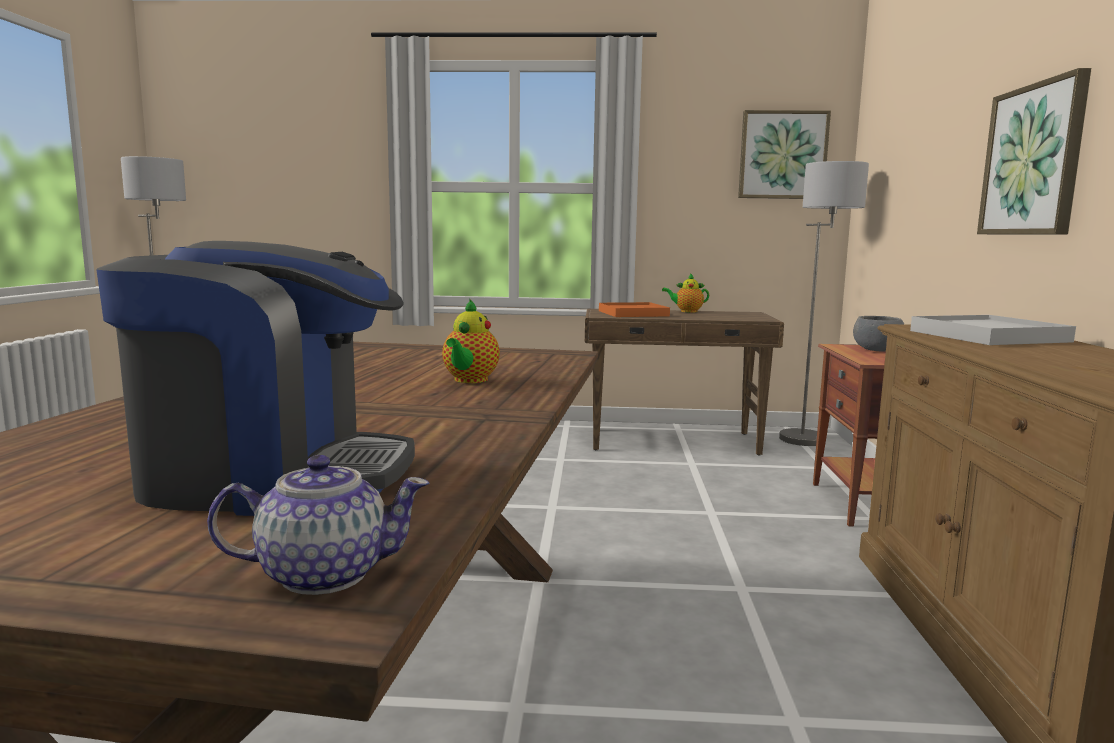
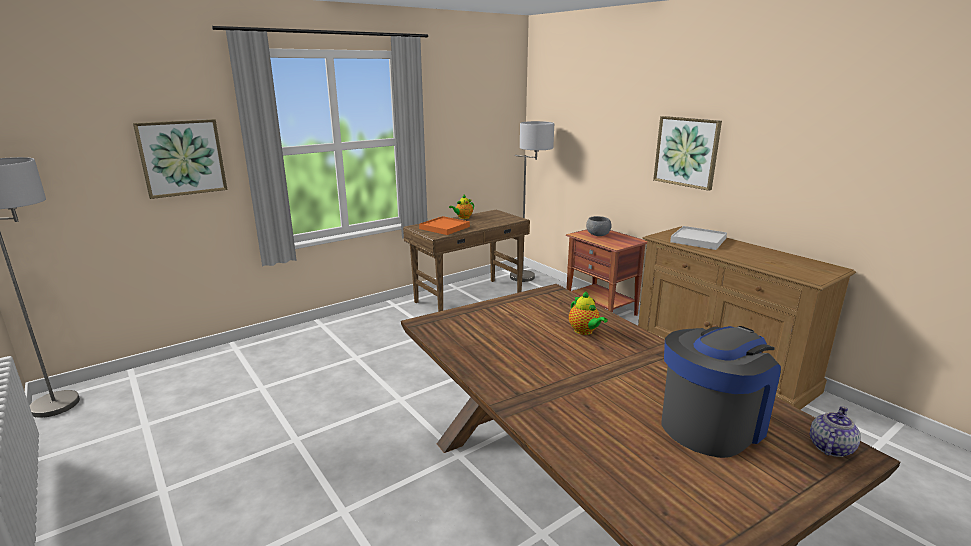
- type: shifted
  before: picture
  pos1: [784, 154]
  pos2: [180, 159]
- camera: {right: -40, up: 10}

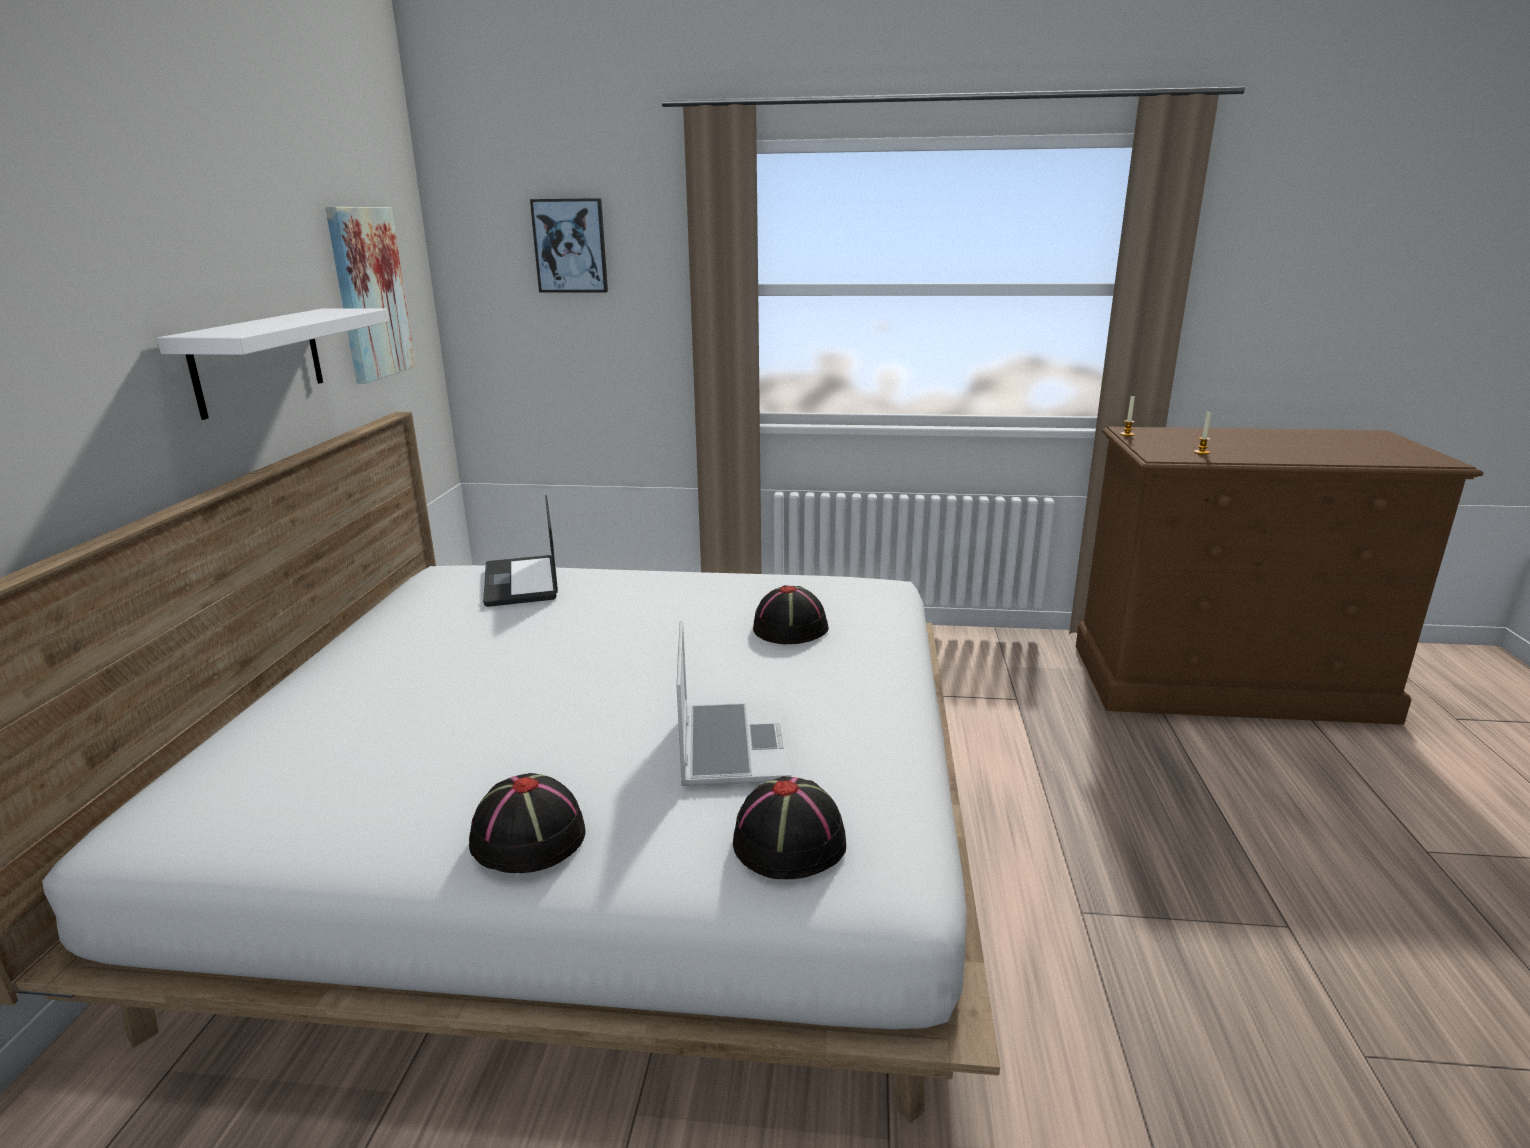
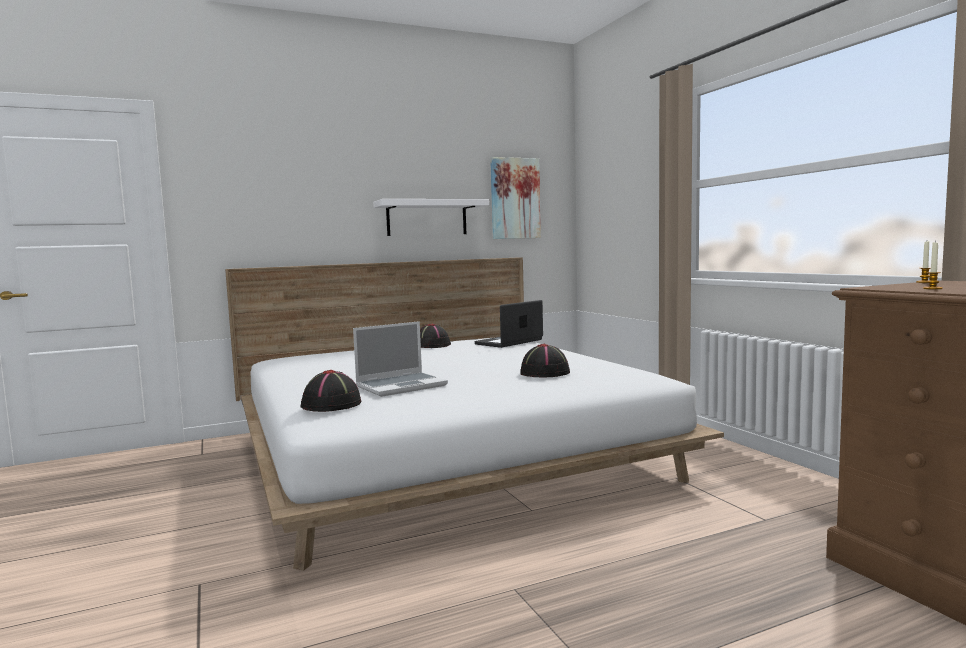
- type: gone
  before: picture
  pos1: [569, 245]
- type: shifted
  before: black hat
  pos1: [527, 823]
  pos2: [435, 336]
- camera: {right: 60, up: -15}

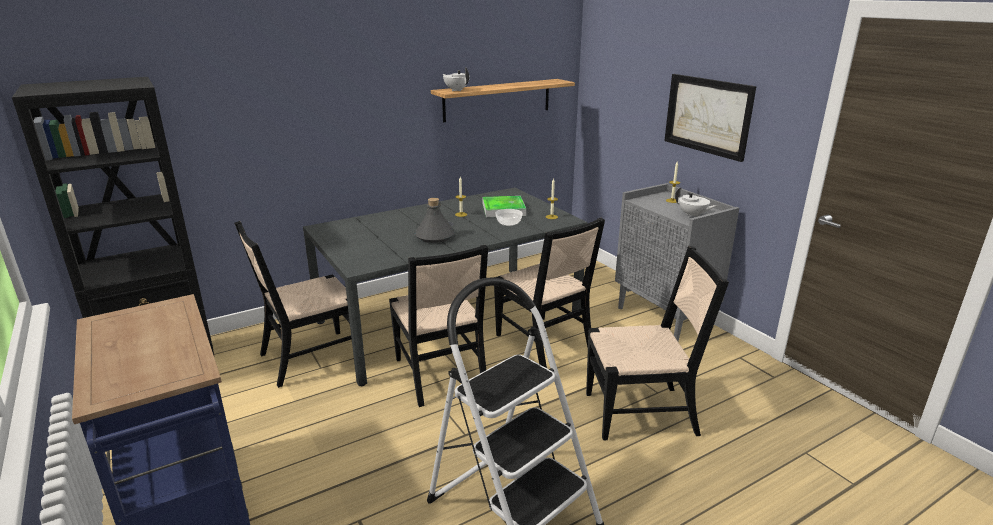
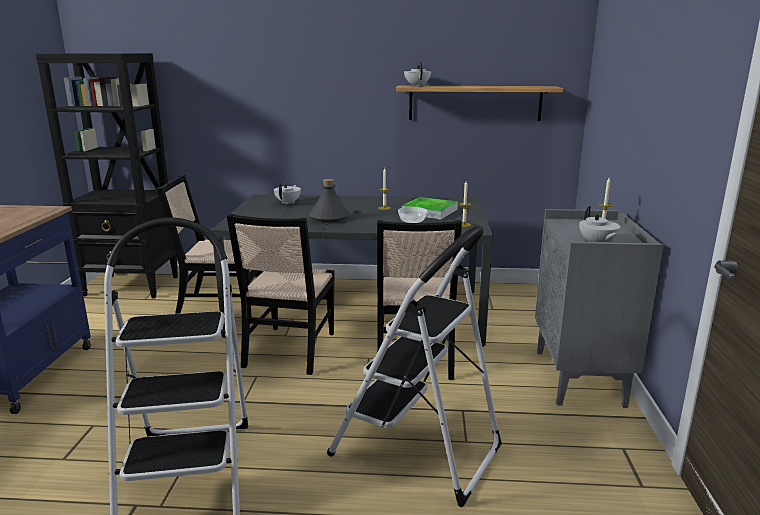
- type: gone
  before: picture
  pos1: [710, 118]
- type: new
  after: white teapot
  pos2: [287, 194]
- type: swapped
  before: chair
  after: step ladder
  pos1: [657, 343]
  pos2: [414, 366]
- camera: {right: 35, up: -5}

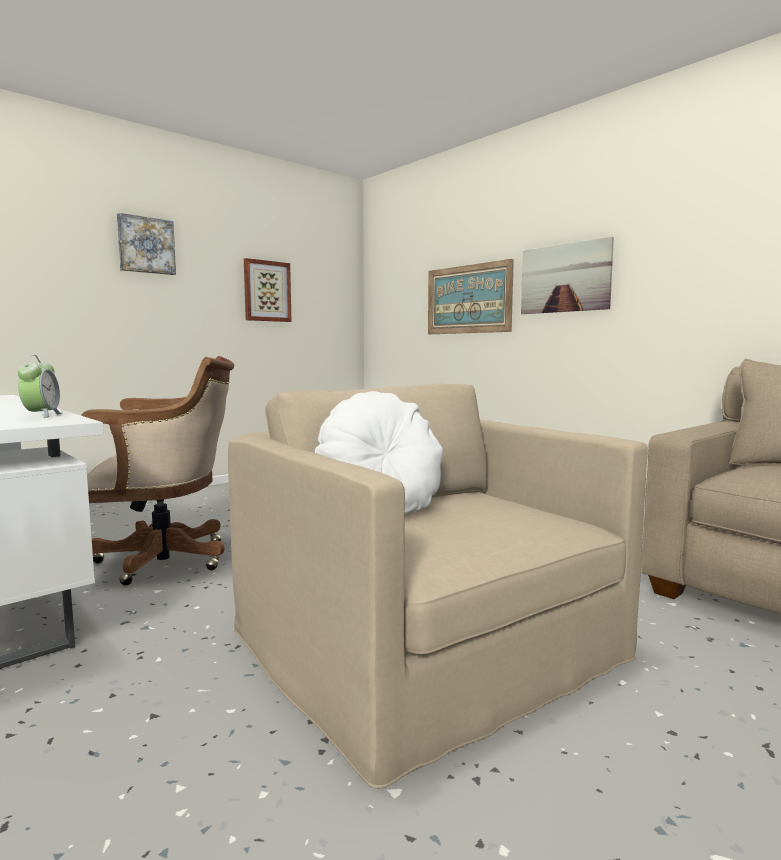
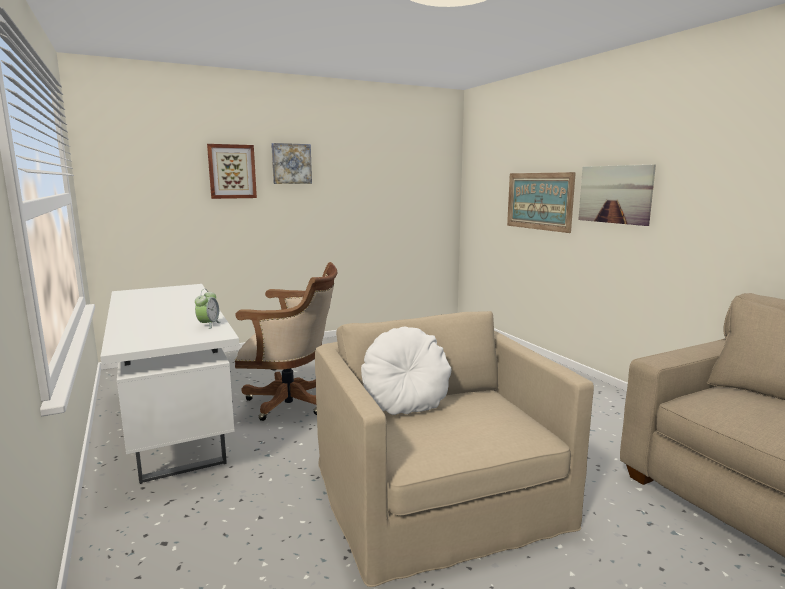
- type: shifted
  before: picture
  pos1: [268, 290]
  pos2: [232, 171]
- camera: {right: 15, up: 5}

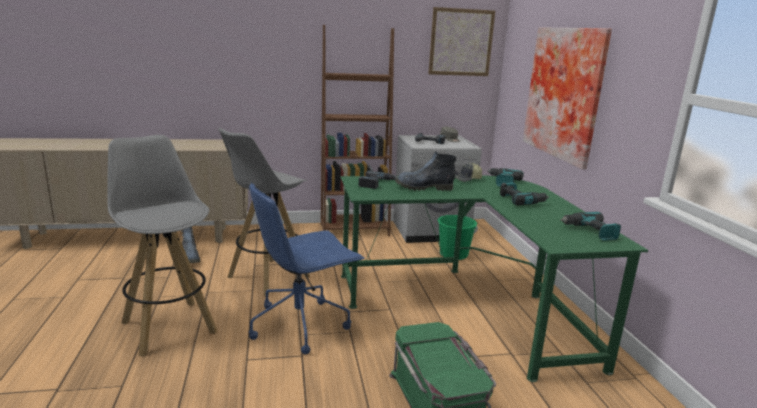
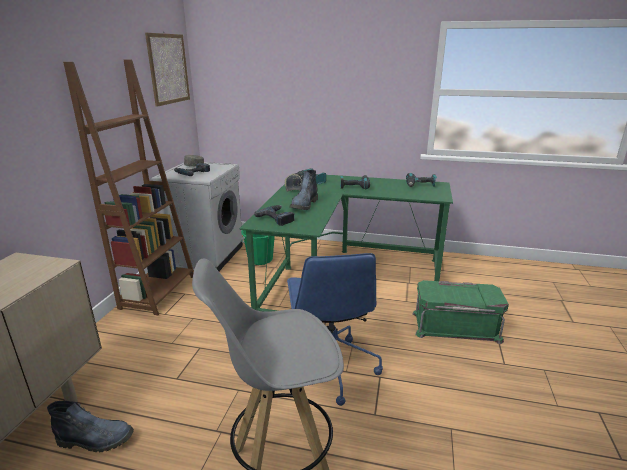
- type: gone
  before: grey stool
  pos1: [264, 212]
- type: gone
  before: picture
  pos1: [567, 98]
- camera: {right: -65, up: 5}

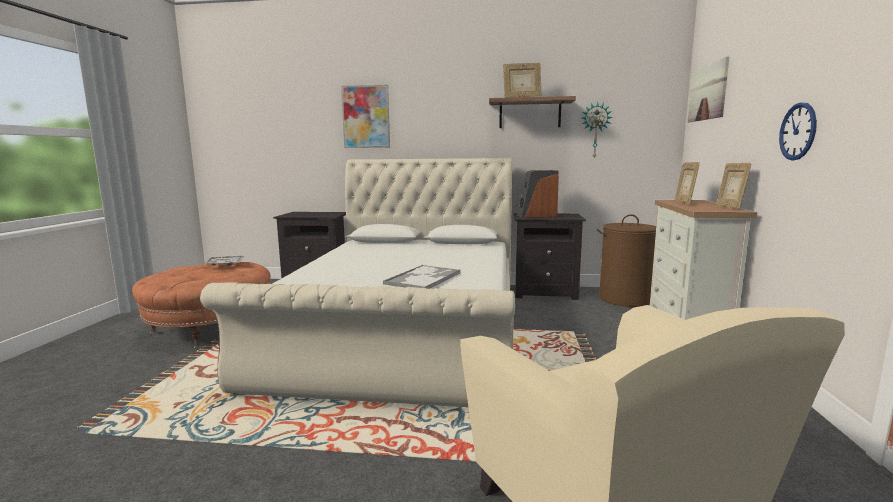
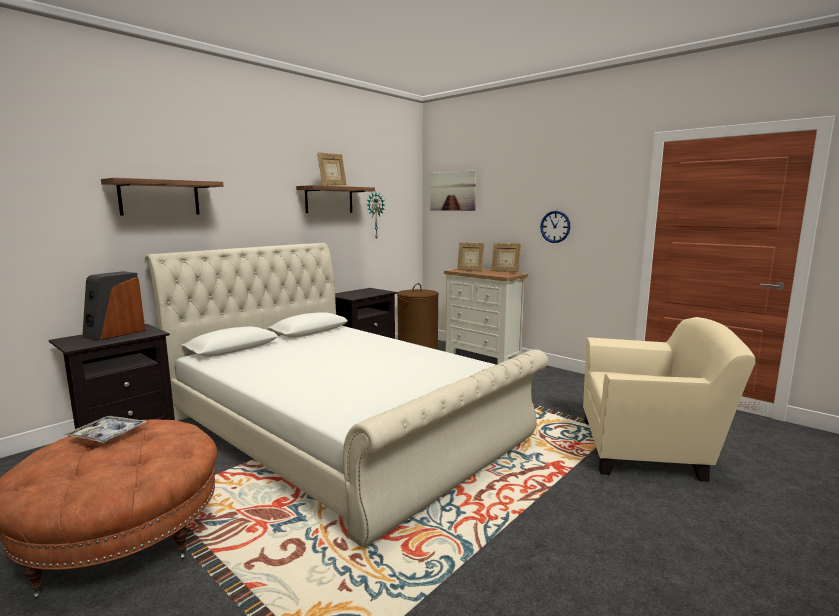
- type: gone
  before: tray
  pos1: [422, 277]
- type: shifted
  before: speaker
  pos1: [538, 194]
  pos2: [113, 306]
- type: swapped
  before: picture
  after: shelf
  pos1: [365, 116]
  pos2: [162, 196]
- camera: {right: -55, up: 0}

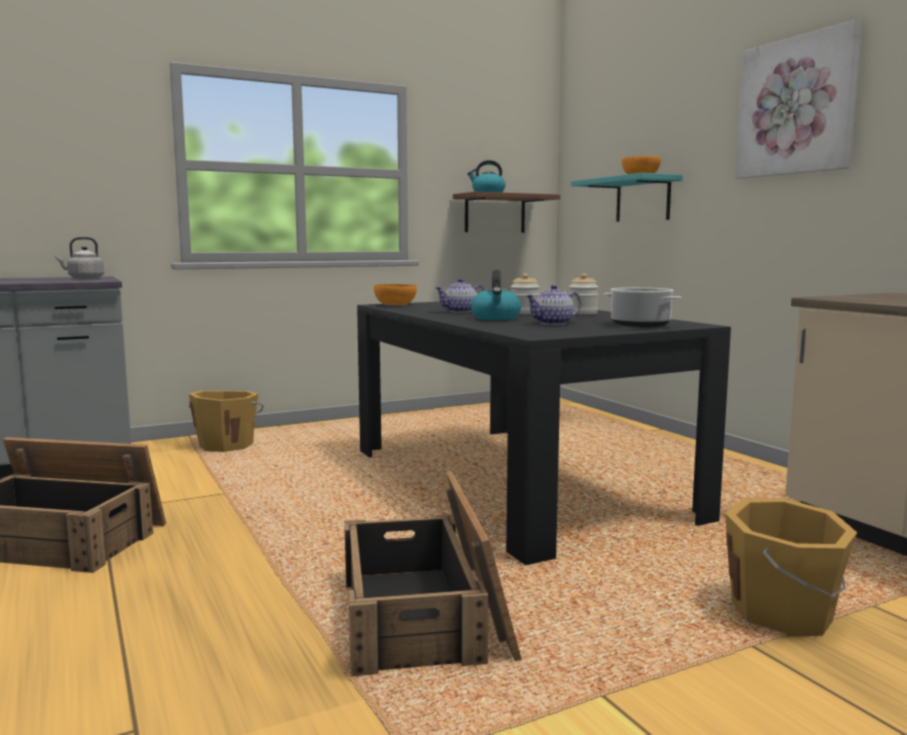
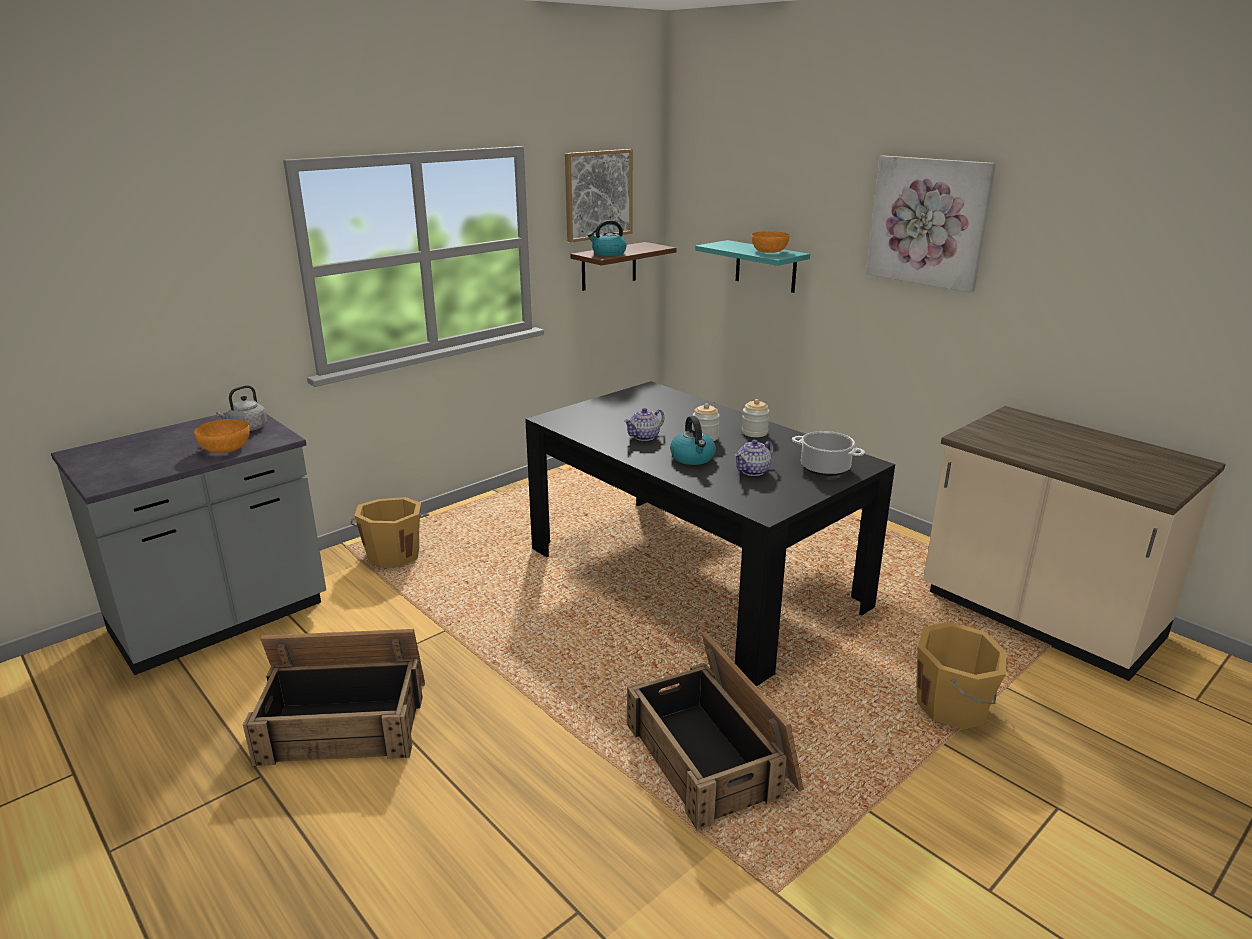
- type: new
  after: picture
  pos2: [599, 196]
- type: shifted
  before: orange bowl
  pos1: [395, 294]
  pos2: [222, 436]
- camera: {right: -15, up: 15}

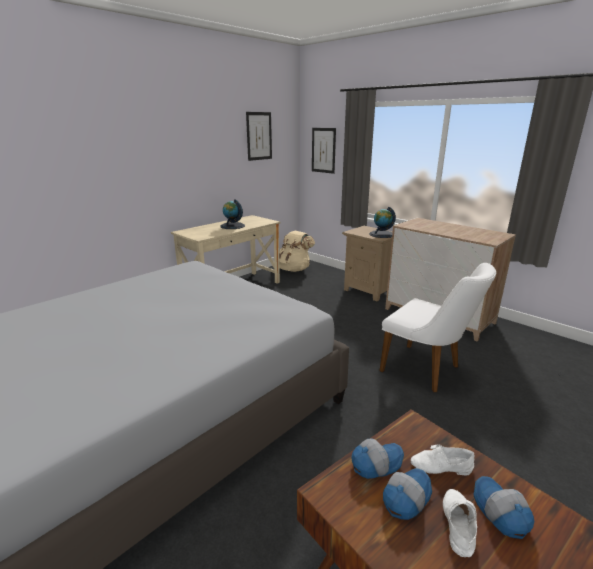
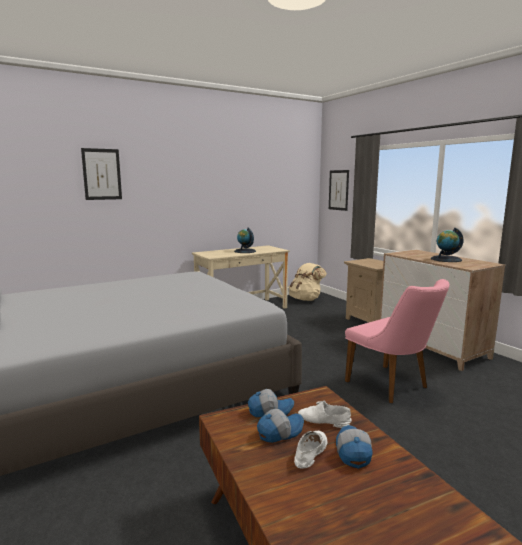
- type: shifted
  before: picture
  pos1: [259, 136]
  pos2: [101, 174]
- type: shifted
  before: globe
  pos1: [382, 222]
  pos2: [447, 245]
- type: repainted
  before: white chair
  after: pink chair
  pos1: [437, 327]
  pos2: [397, 341]
- camera: {right: 15, up: -10}

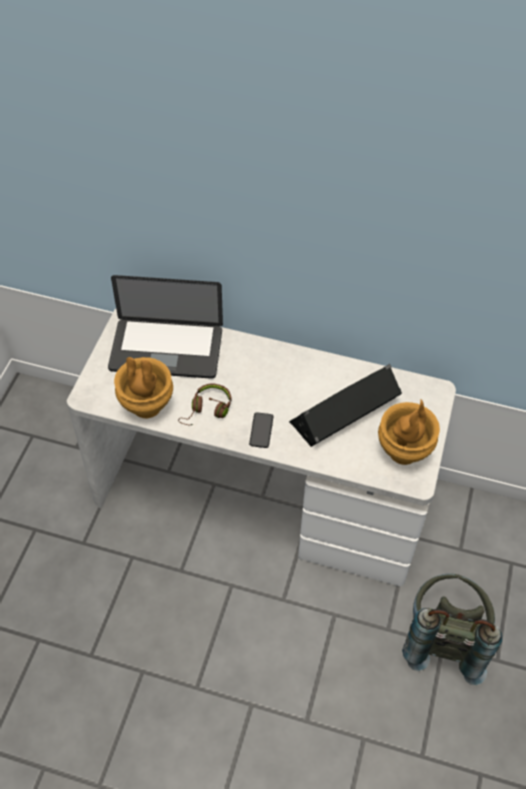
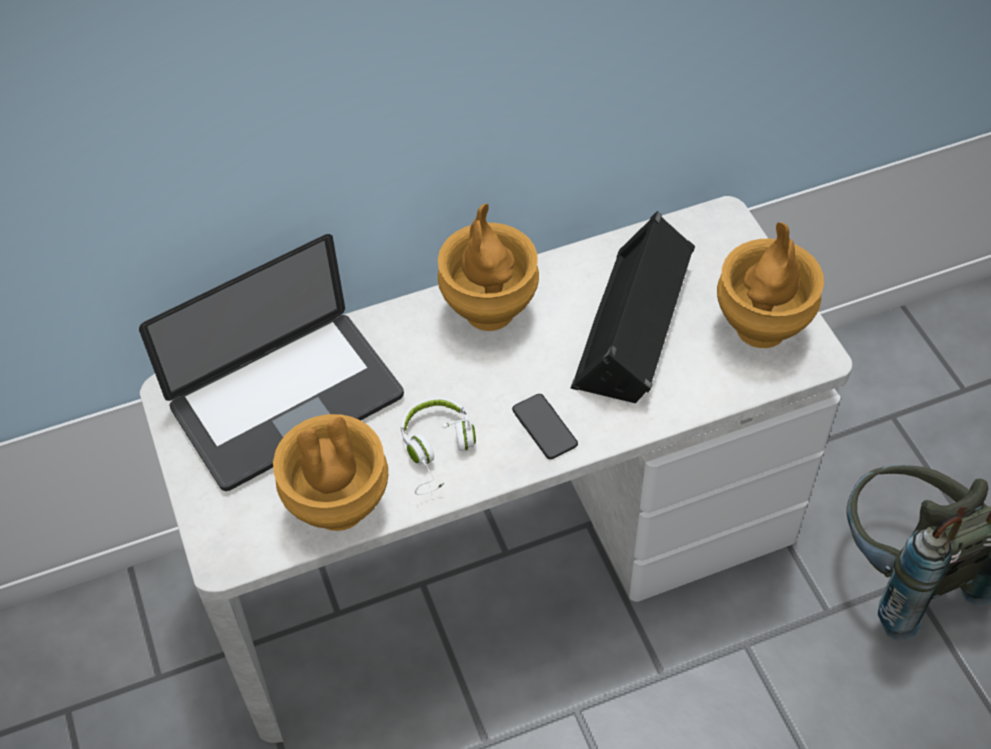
- type: new
  after: brown vase
  pos2: [488, 267]
- type: repainted
  before: brown headphones
  after: white headphones
  pos1: [205, 404]
  pos2: [438, 446]
- camera: {right: -35, up: 0}

